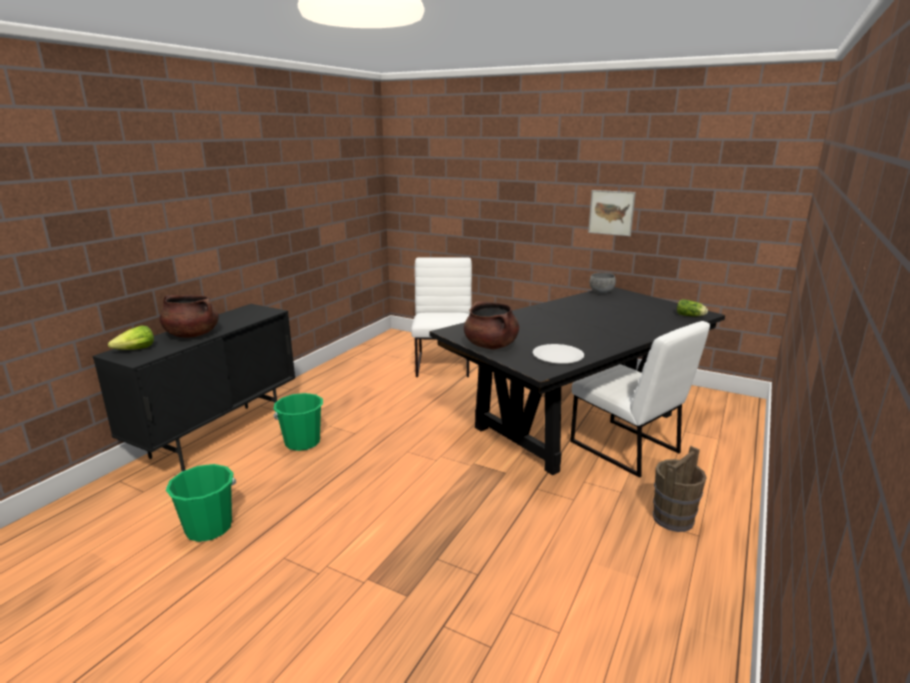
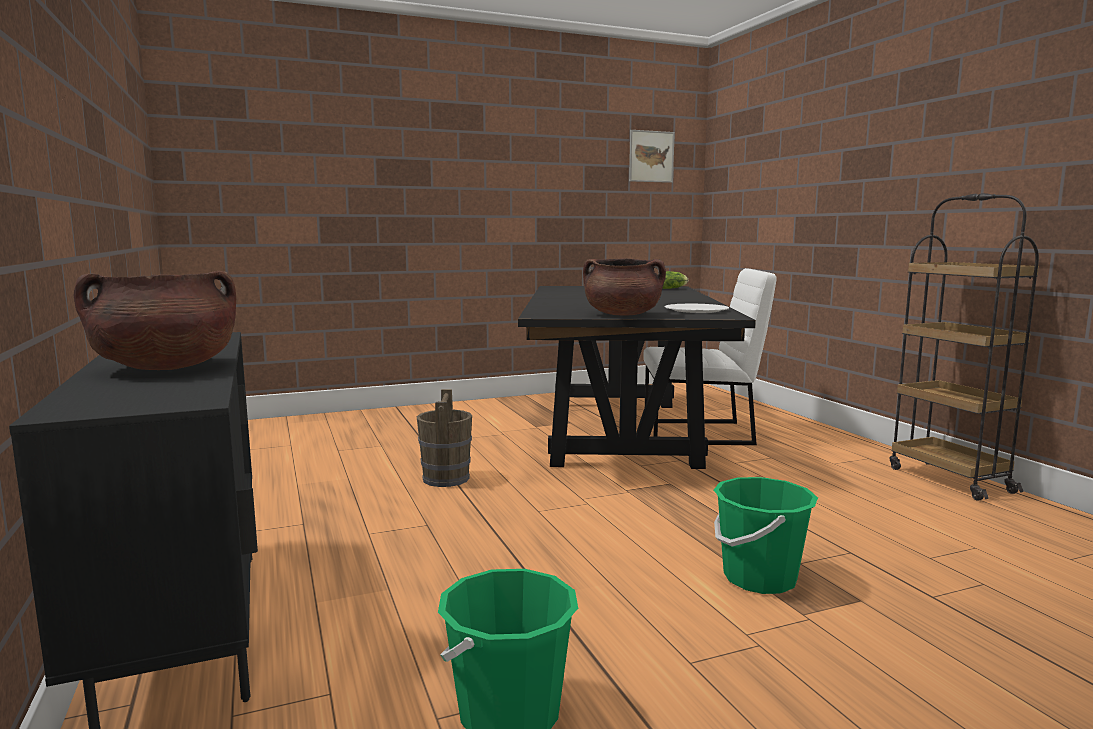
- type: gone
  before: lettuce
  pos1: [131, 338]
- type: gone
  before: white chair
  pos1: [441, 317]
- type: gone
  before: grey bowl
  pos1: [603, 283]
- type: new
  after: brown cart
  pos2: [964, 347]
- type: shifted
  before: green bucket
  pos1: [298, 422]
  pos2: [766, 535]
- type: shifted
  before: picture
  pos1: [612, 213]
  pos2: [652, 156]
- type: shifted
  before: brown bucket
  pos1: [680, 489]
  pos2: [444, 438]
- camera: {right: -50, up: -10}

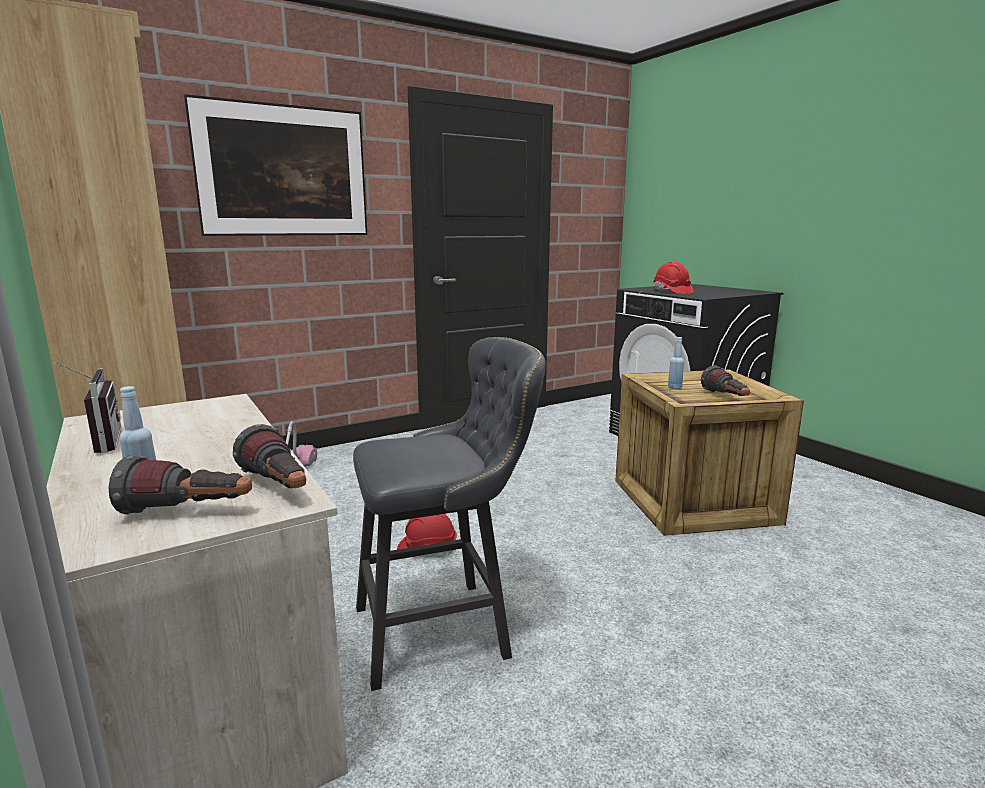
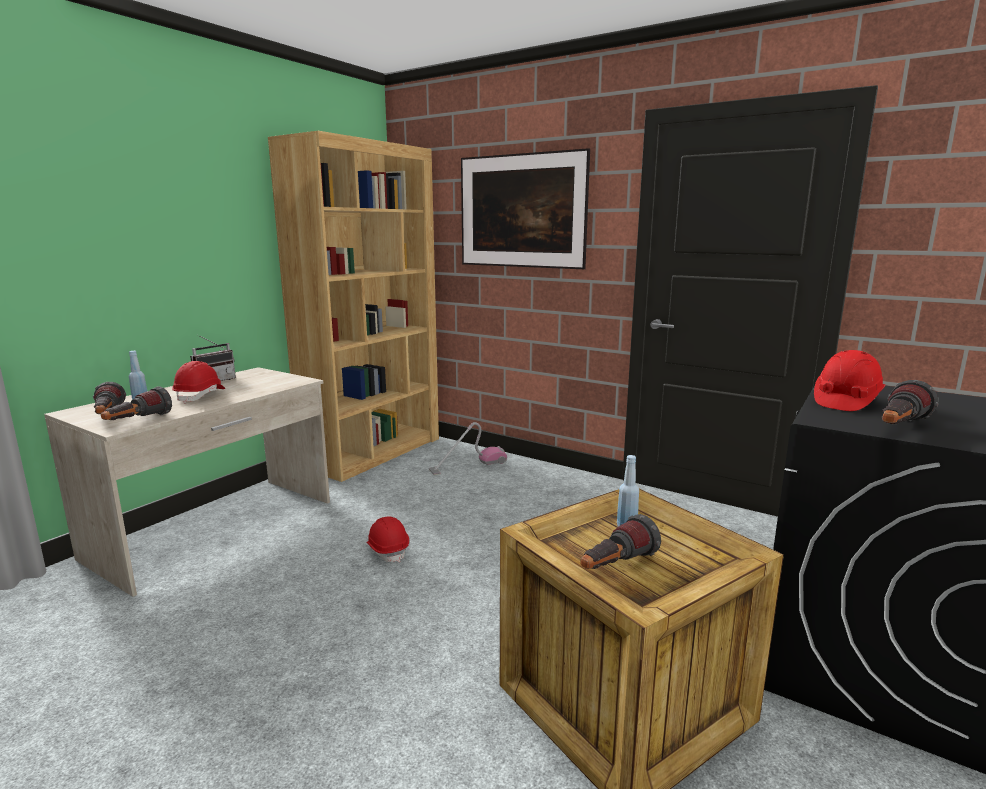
- type: gone
  before: grey stool
  pos1: [449, 514]
- type: new
  after: red hard hat
  pos2: [198, 382]
- type: new
  after: flashlight
  pos2: [910, 402]
- camera: {right: 65, up: 0}

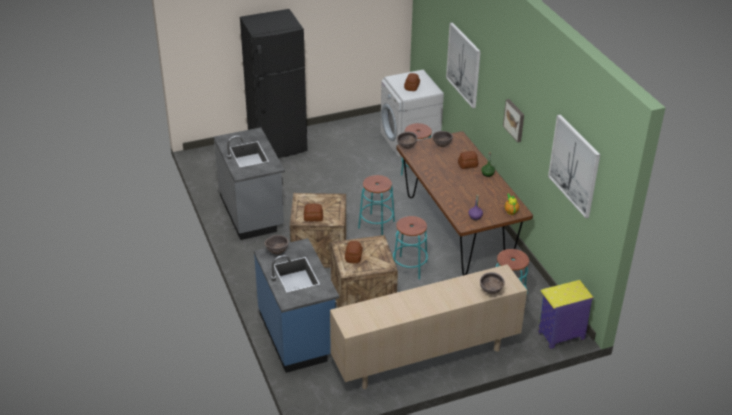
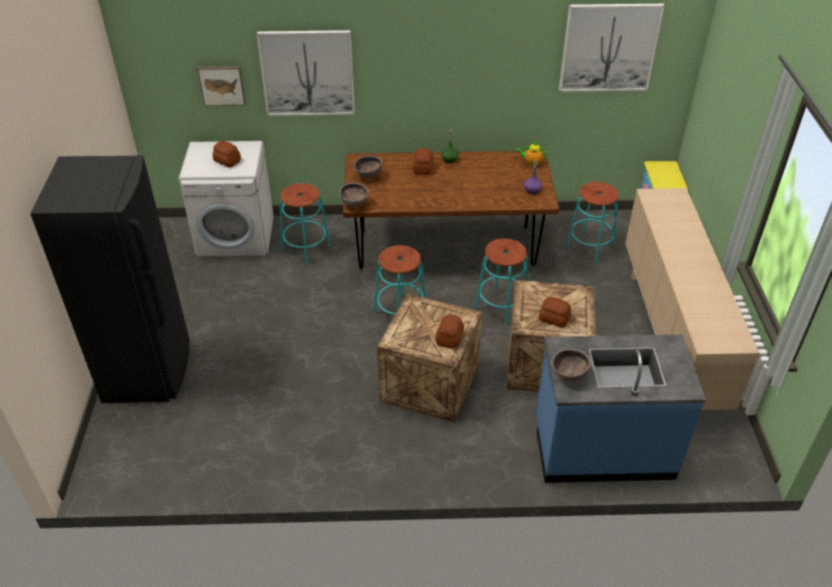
- type: gone
  before: grey counter
  pos1: [249, 183]
- type: gone
  before: brown bowl
  pos1: [492, 283]
- type: shifted
  before: picture
  pos1: [513, 121]
  pos2: [221, 86]
- camera: {right: -70, up: 5}

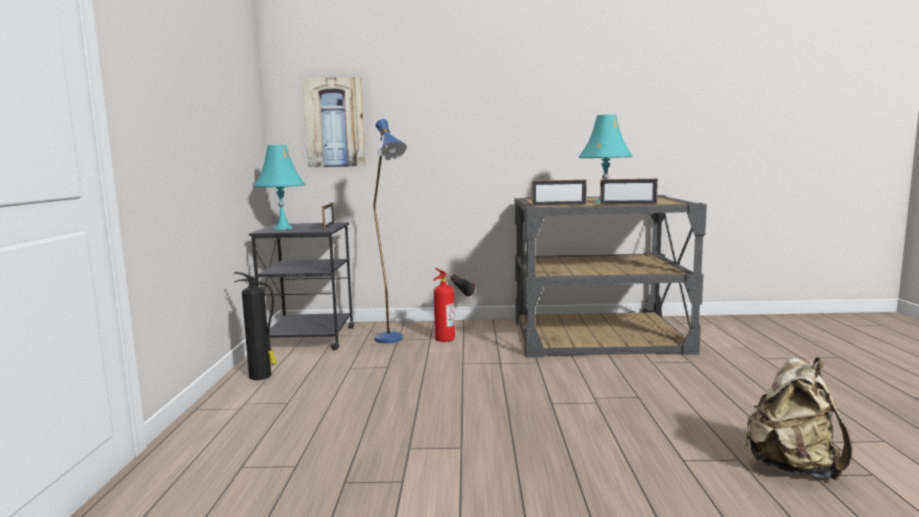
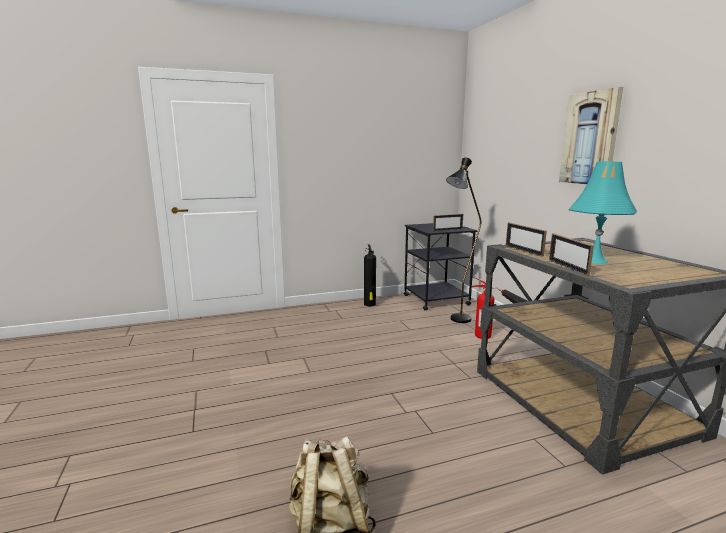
- type: gone
  before: turquoise table lamp
  pos1: [279, 187]
- type: shifted
  before: picture
  pos1: [334, 122]
  pos2: [591, 135]
- type: repainted
  before: blue floor lamp
  after: black floor lamp
  pos1: [390, 231]
  pos2: [463, 240]
- camera: {right: 70, up: 5}

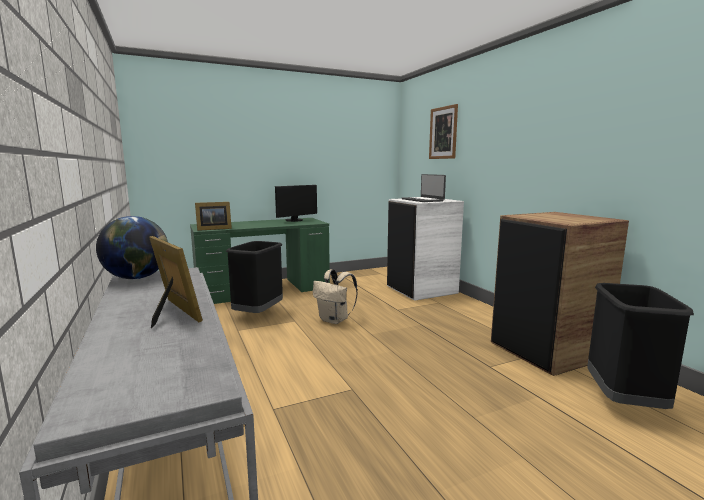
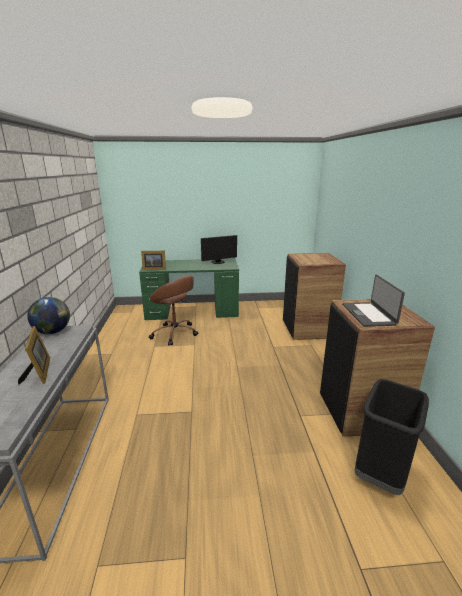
- type: gone
  before: beige backpack
  pos1: [335, 296]
- type: gone
  before: picture
  pos1: [443, 131]
- type: shifted
  before: laptop
  pos1: [424, 188]
  pos2: [373, 301]
- type: swapped
  before: black trash can
  after: brown office chair
  pos1: [254, 277]
  pos2: [173, 310]
- type: repainted
  before: white cabinet
  after: brown cabinet
  pos1: [425, 249]
  pos2: [314, 296]
- camera: {right: 20, up: 10}

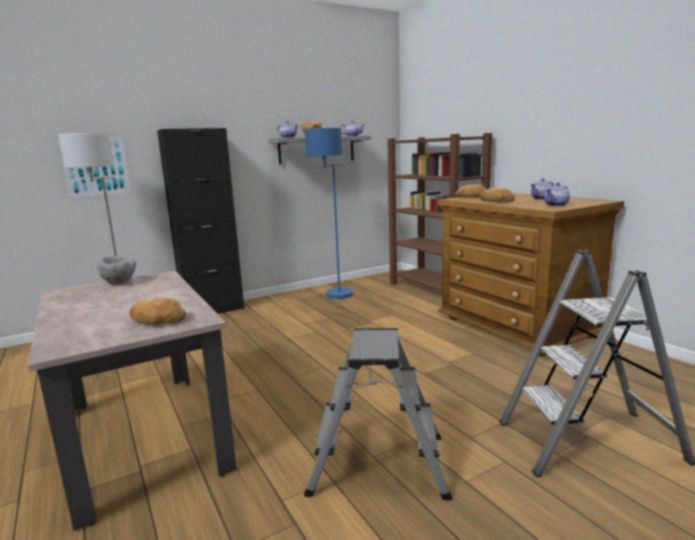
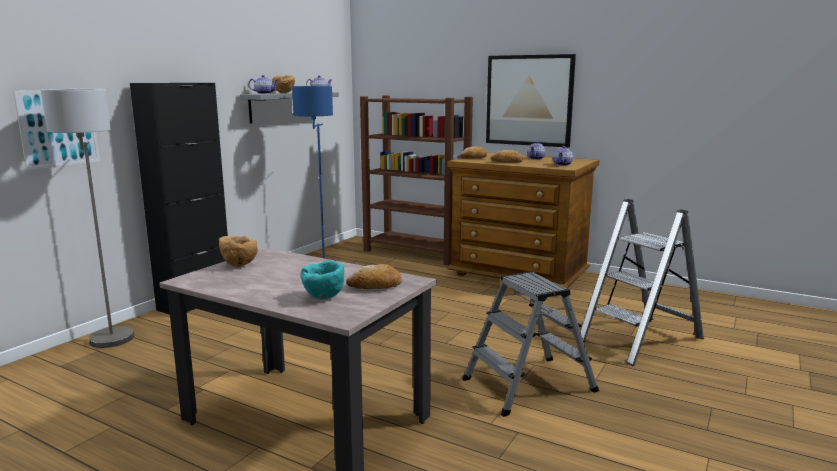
- type: new
  after: turquoise bowl
  pos2: [322, 279]
- type: new
  after: picture
  pos2: [531, 101]
- type: repainted
  before: grey bowl
  after: brown bowl
  pos1: [116, 270]
  pos2: [238, 251]
- camera: {right: -30, up: 0}

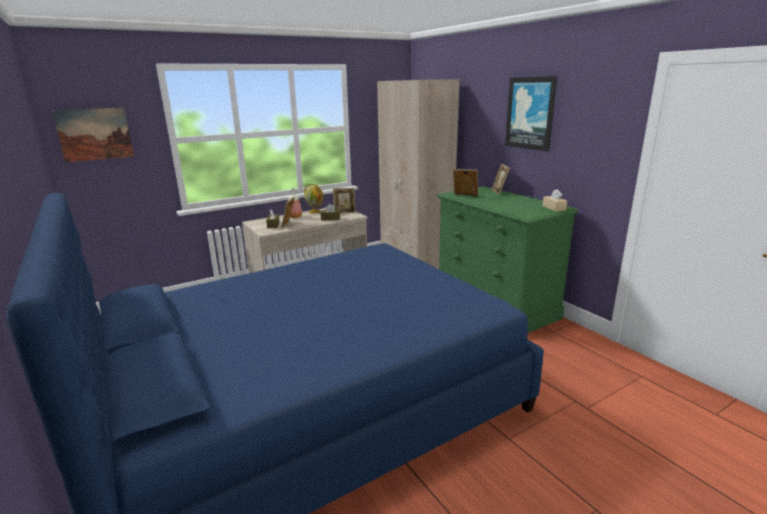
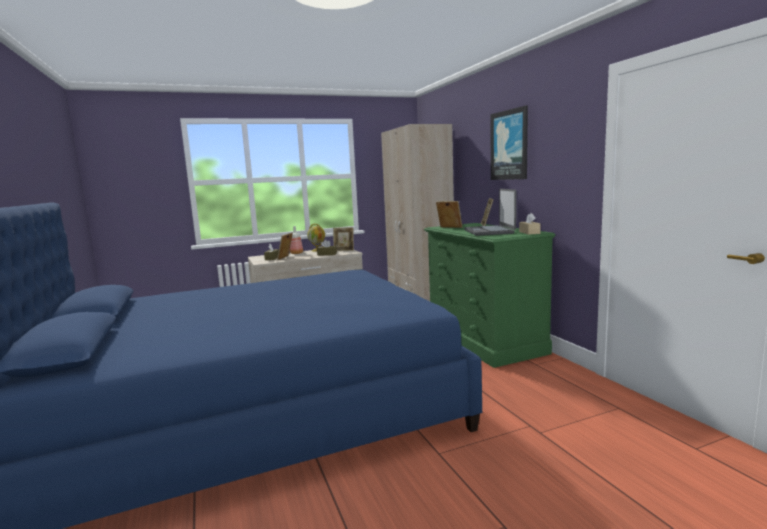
- type: gone
  before: picture
  pos1: [93, 135]
- type: new
  after: laptop
  pos2: [490, 212]
- camera: {right: 10, up: -10}

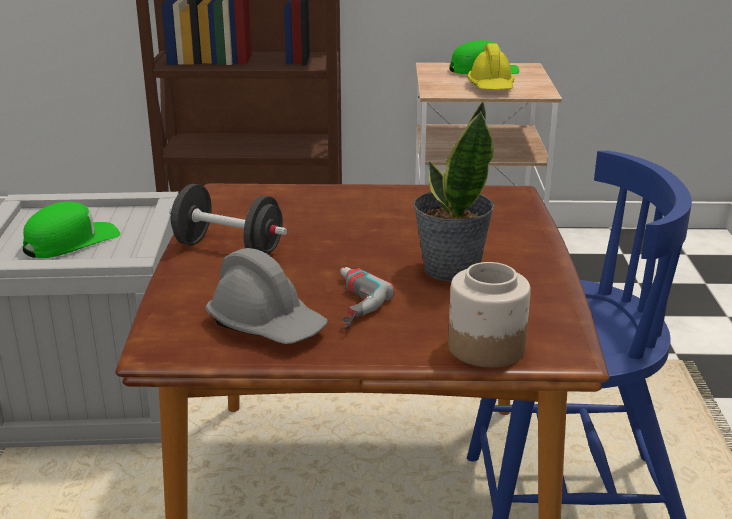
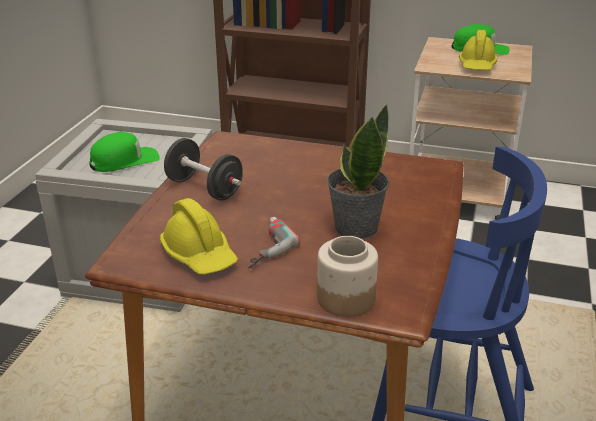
- type: repainted
  before: grey hard hat
  after: yellow hard hat
  pos1: [266, 296]
  pos2: [199, 236]
- camera: {right: 15, up: 5}

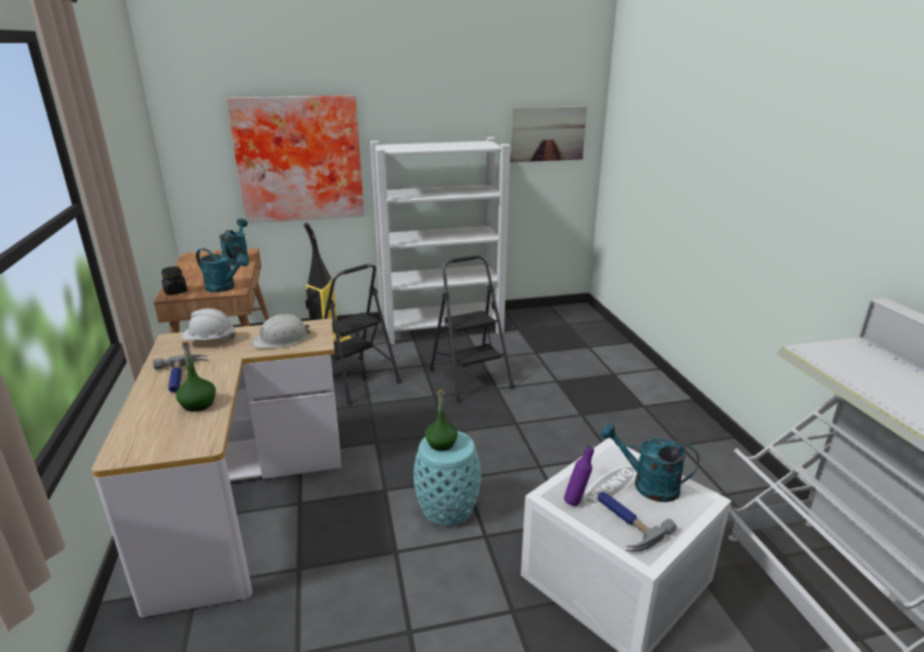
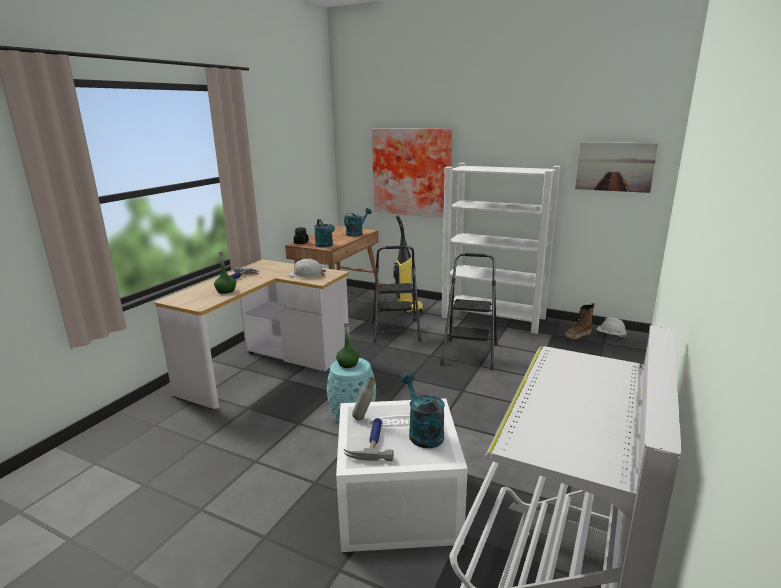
- type: new
  after: boot
  pos2: [580, 321]
- type: shifted
  before: white hard hat
  pos1: [209, 324]
  pos2: [612, 327]
- type: repainted
  before: purple bottle
  after: grey bottle
  pos1: [579, 476]
  pos2: [363, 398]
- camera: {right: 40, up: -5}

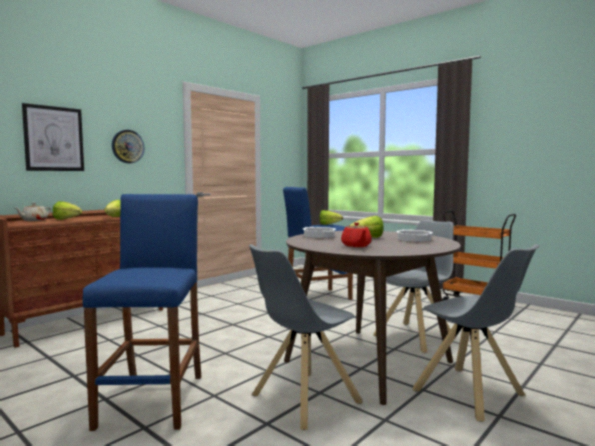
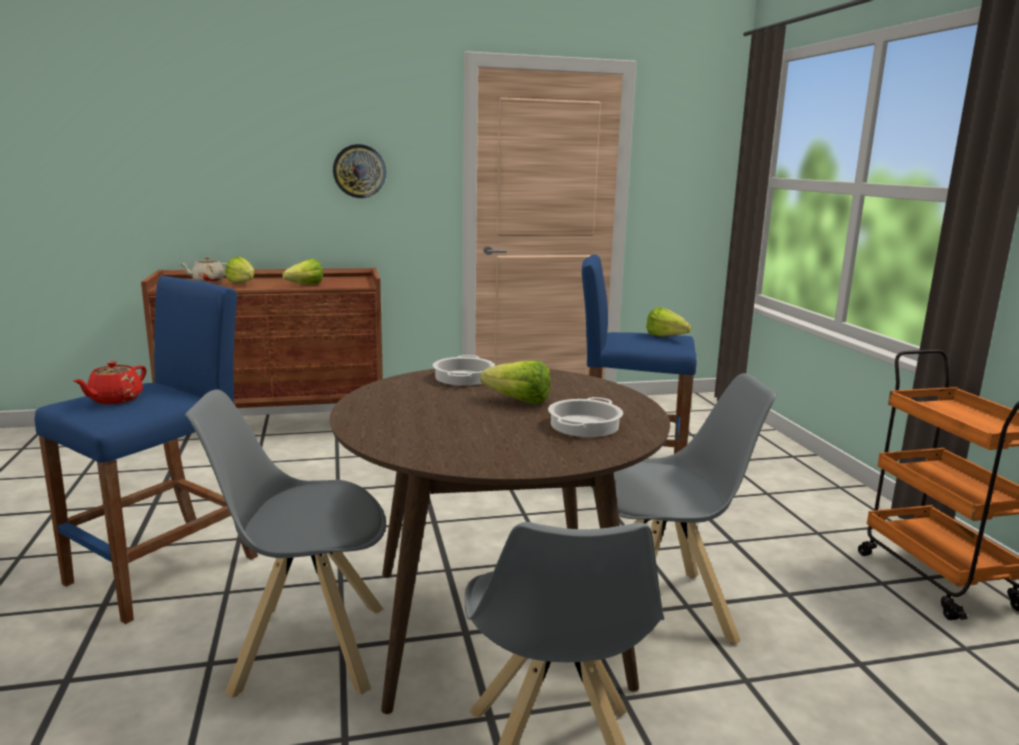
- type: gone
  before: picture
  pos1: [53, 137]
- type: shifted
  before: red teapot
  pos1: [356, 234]
  pos2: [109, 382]
- camera: {right: 35, up: 10}

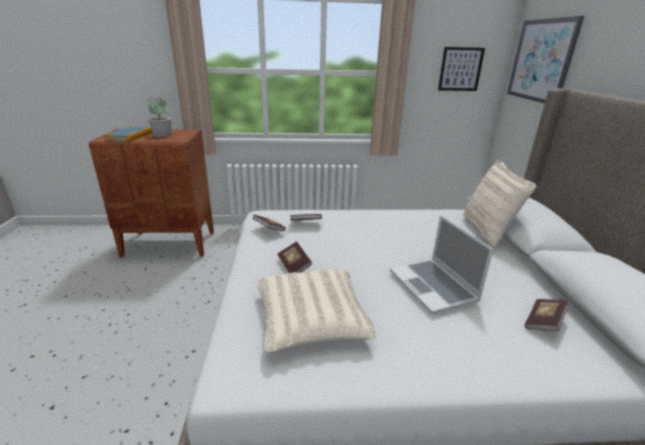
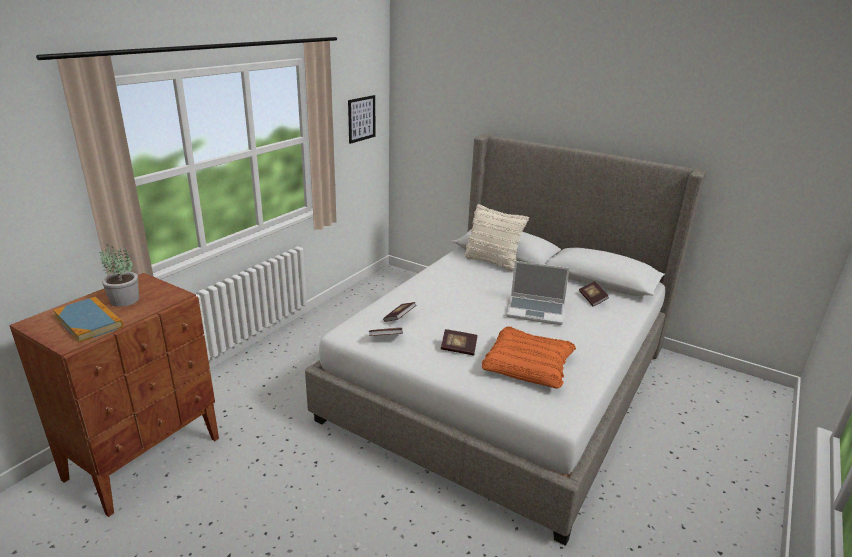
- type: gone
  before: picture
  pos1: [545, 60]
- type: repainted
  before: beige pillow
  after: orange pillow
  pos1: [317, 311]
  pos2: [529, 357]
- camera: {right: -55, up: 0}

